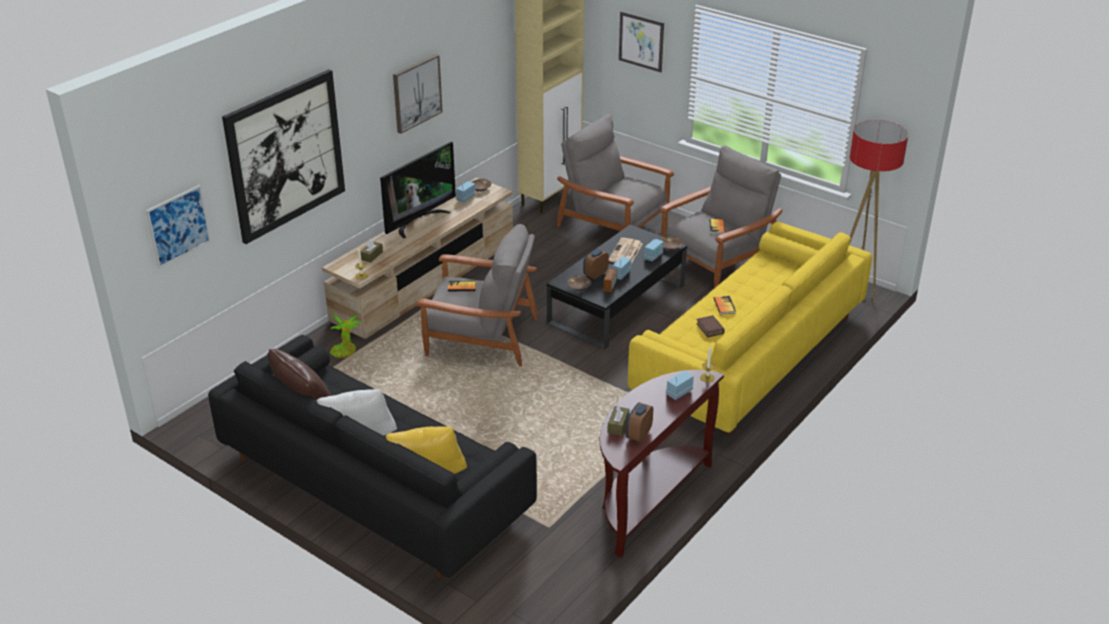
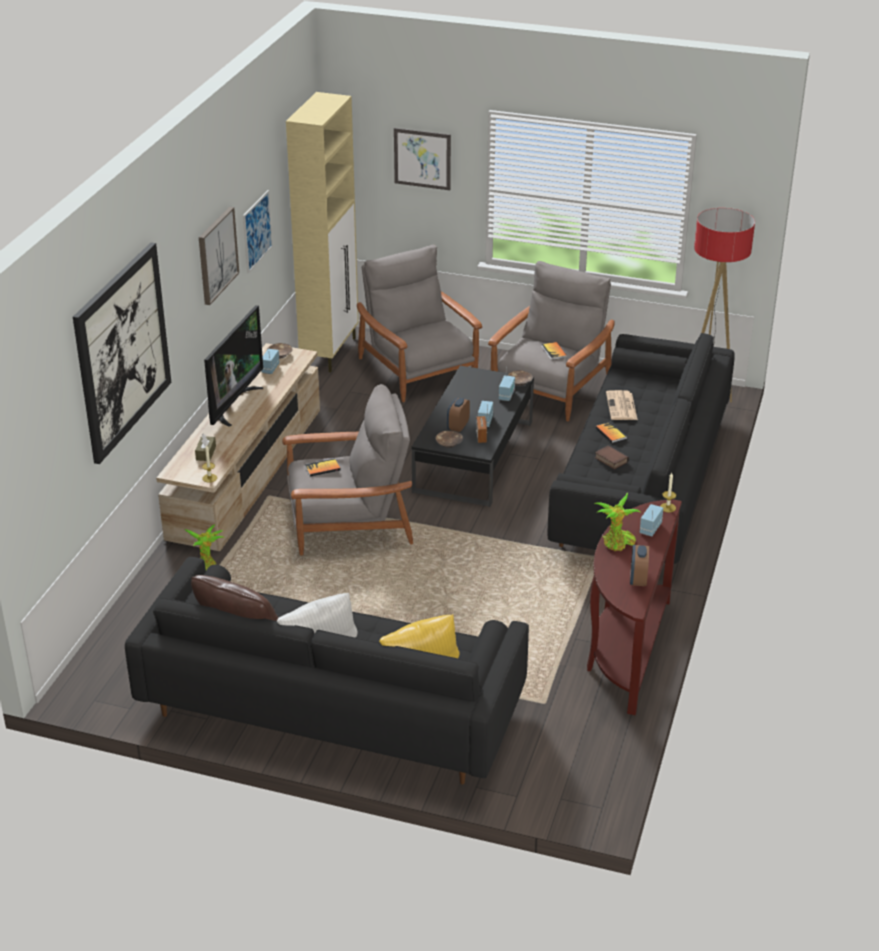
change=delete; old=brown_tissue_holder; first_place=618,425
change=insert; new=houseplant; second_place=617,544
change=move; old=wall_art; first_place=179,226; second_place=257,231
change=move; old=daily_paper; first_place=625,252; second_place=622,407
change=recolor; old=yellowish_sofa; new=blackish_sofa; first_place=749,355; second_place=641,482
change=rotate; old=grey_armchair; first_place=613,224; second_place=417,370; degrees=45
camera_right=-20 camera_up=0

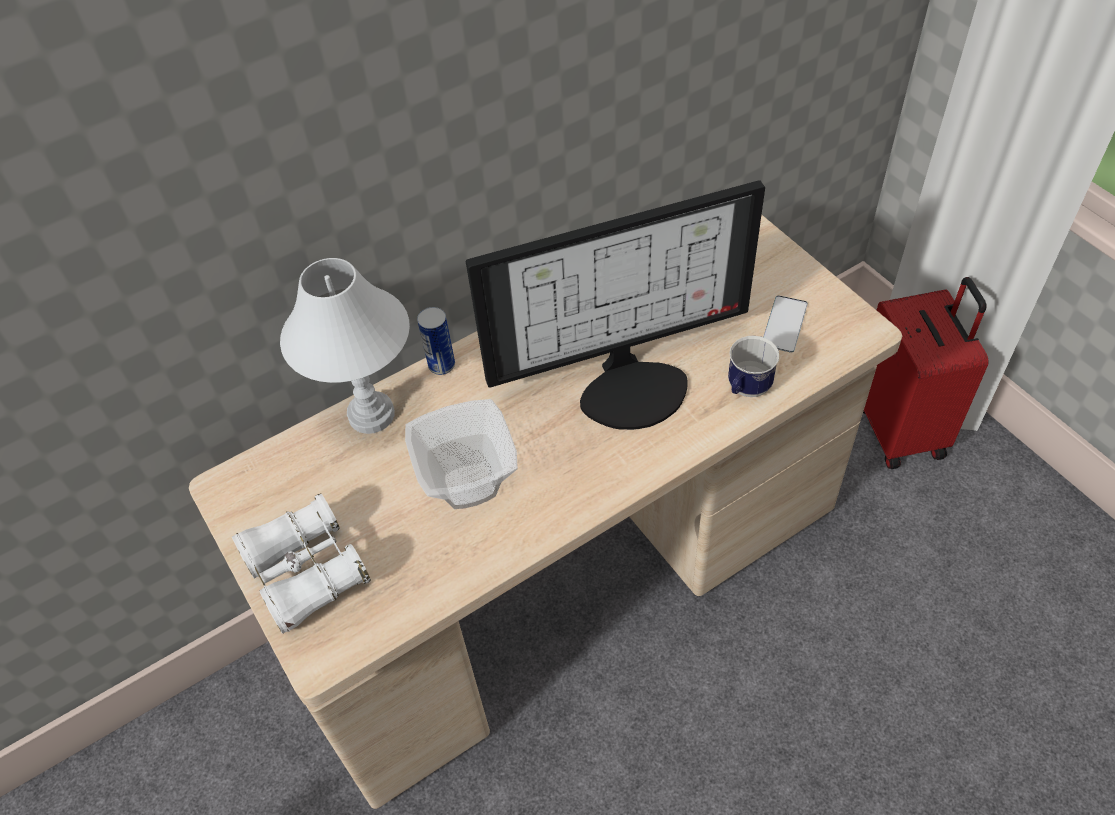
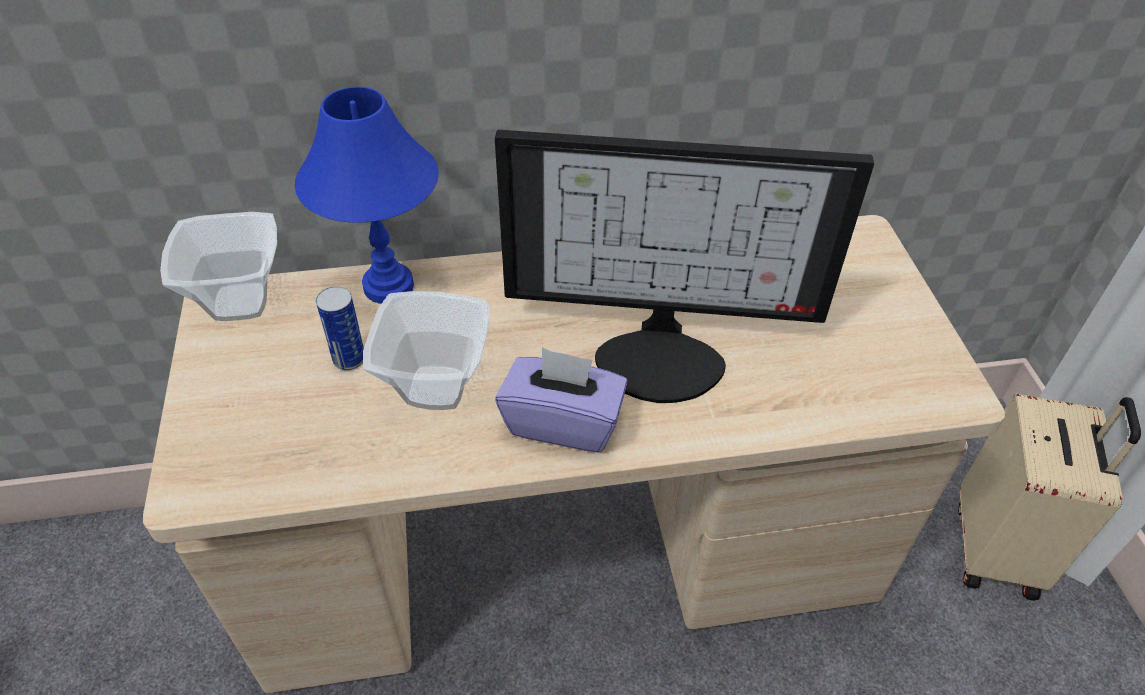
change=delete; old=whitish_pair_of_binoculars; first_place=306,572
change=delete; old=coffee_mug; first_place=745,390
change=delete; old=telephone; first_place=784,324
change=insert; new=serving_bowl; second_place=239,301
change=insert; new=purple-coloured_tissue_holder; second_place=563,422
change=move; old=sealed_can; first_place=441,365; second_place=349,359
change=recolor; old=whitish_tabletop_lamp; new=bluish_tabletop_lamp; first_place=371,415; second_place=388,287
change=recolor; old=reddish_travel_case; new=beige-coloured_travel_case; first_place=901,429; second_place=998,549
camera_right=20 camera_up=-5

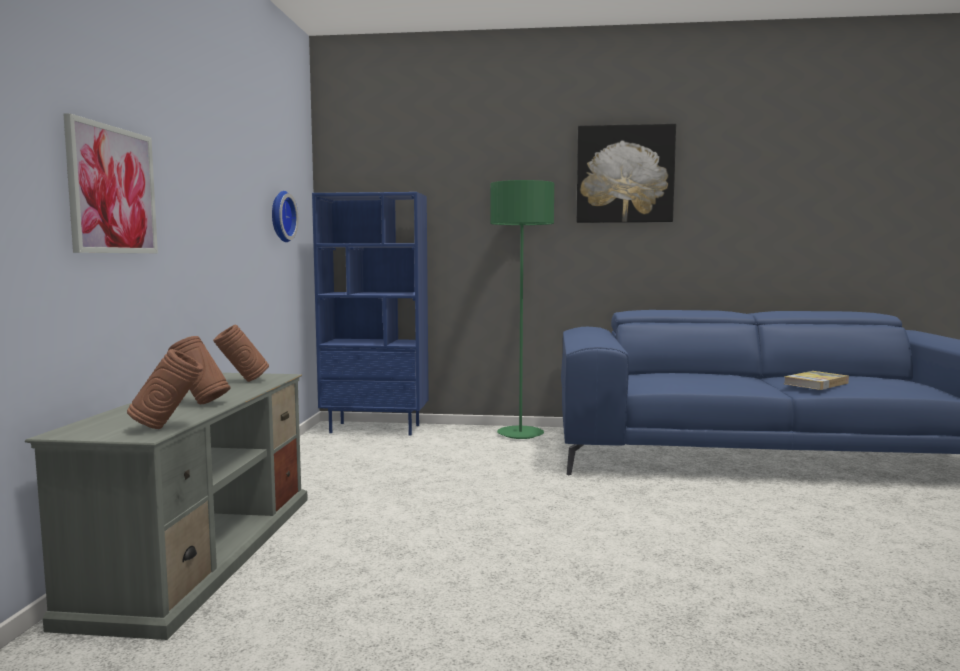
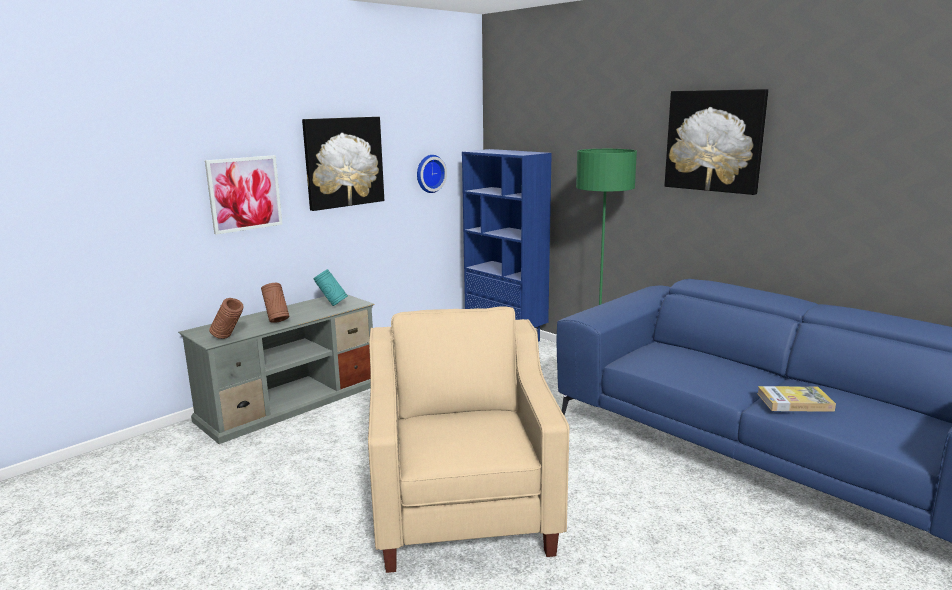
change=insert; new=wall_art; second_place=343,162
change=insert; new=beige-coloured_armchair; second_place=463,508
change=recolor; old=brown_decorative_vase; new=turquoise-coloured_decorative_vase; first_place=242,381; second_place=331,305
camera_right=40 camera_up=10

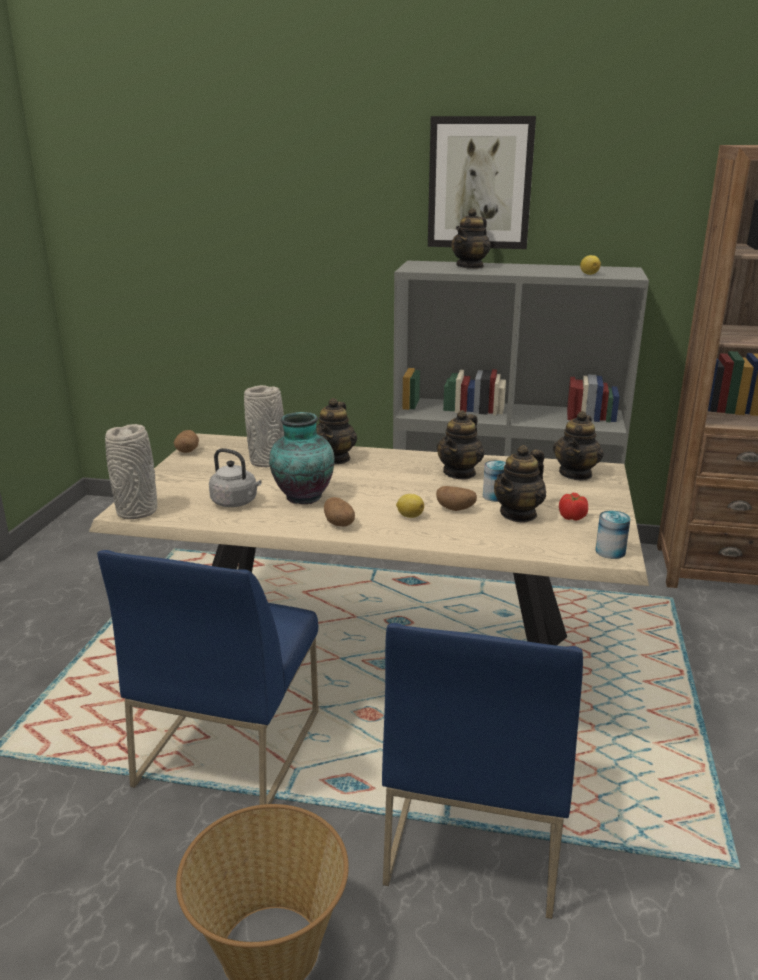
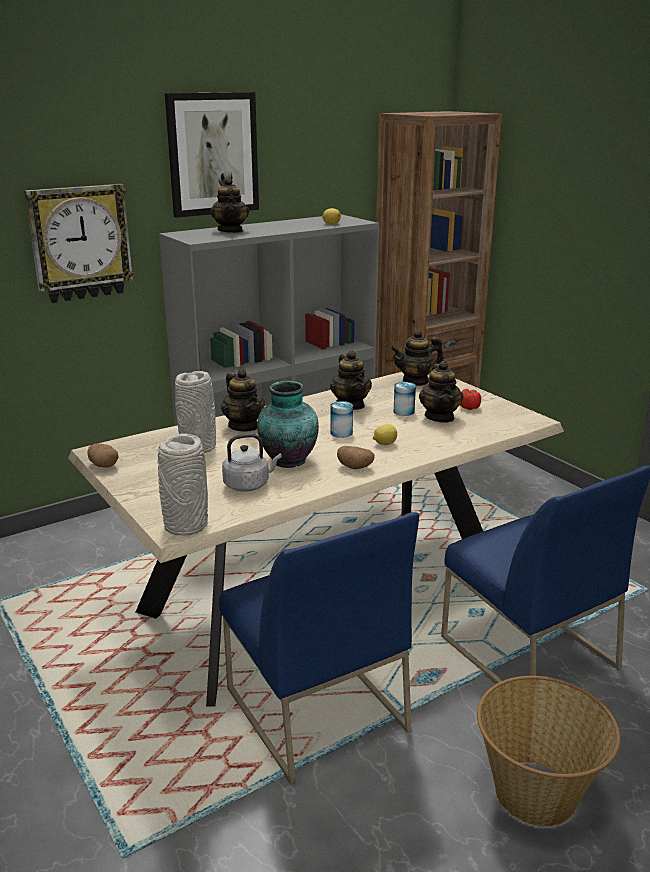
change=delete; old=spud; first_place=456,509
change=insert; new=clock_on_the_wall; second_place=80,243
change=move; old=sealed_can; first_place=610,551; second_place=341,433
change=rotate; old=pot_for_tea; first_place=576,474; second_place=416,381; degrees=90
camera_right=-45 camera_up=0

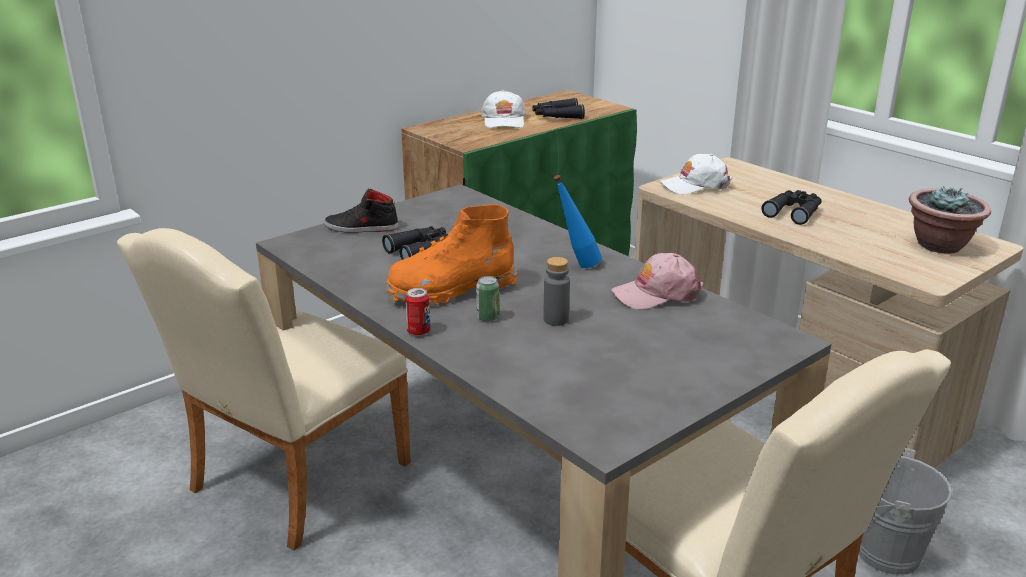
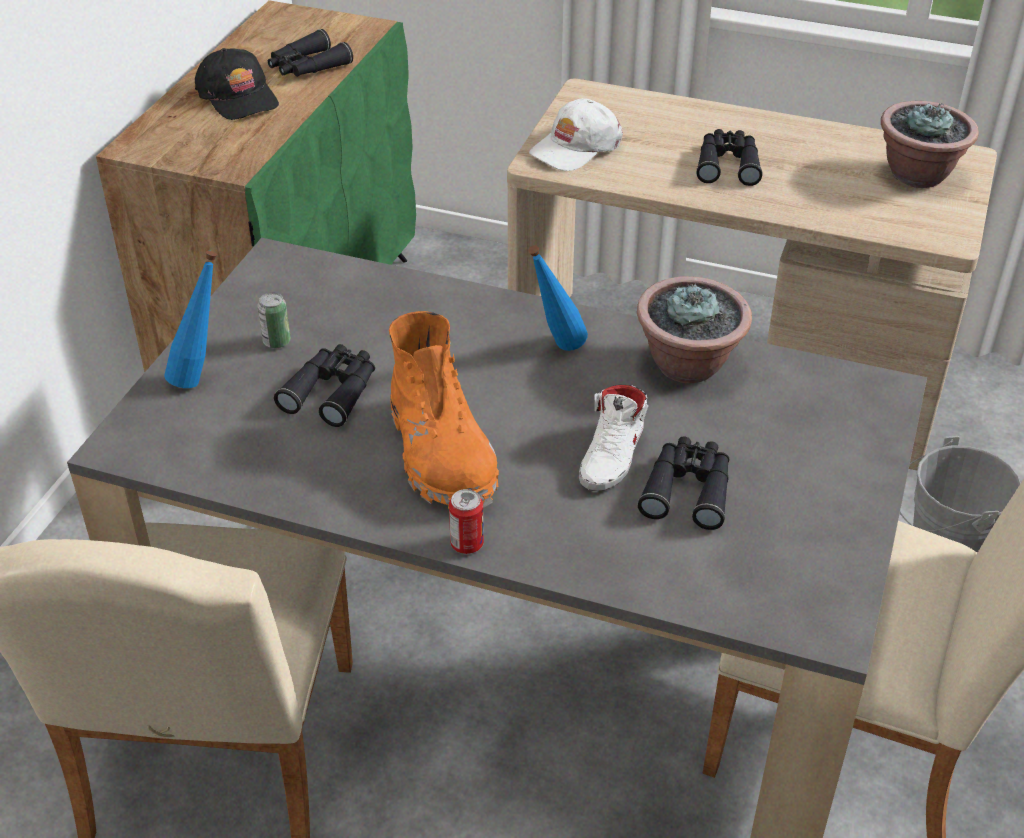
change=insert; new=blackish_pair_of_binoculars; second_place=688,489
change=move; old=sealed_can; first_place=488,318; second_place=277,342
change=replace; old=blackish_low_shoe; new=bluish_bottle; first_place=361,228; second_place=201,376
change=replace; old=grey_bottle; new=whitish_low_shoe; first_place=556,320; second_place=613,455
change=replace; old=pink_cap; new=houseplant; first_place=656,294; second_place=688,365
change=recolor; old=whitish_cap; new=blackish_cap; first_place=504,120; second_place=238,96
change=rotate; old=orange-coloured_high-top_boot; first_place=451,291; second_place=441,454; degrees=-60
camera_right=-30 camera_up=15

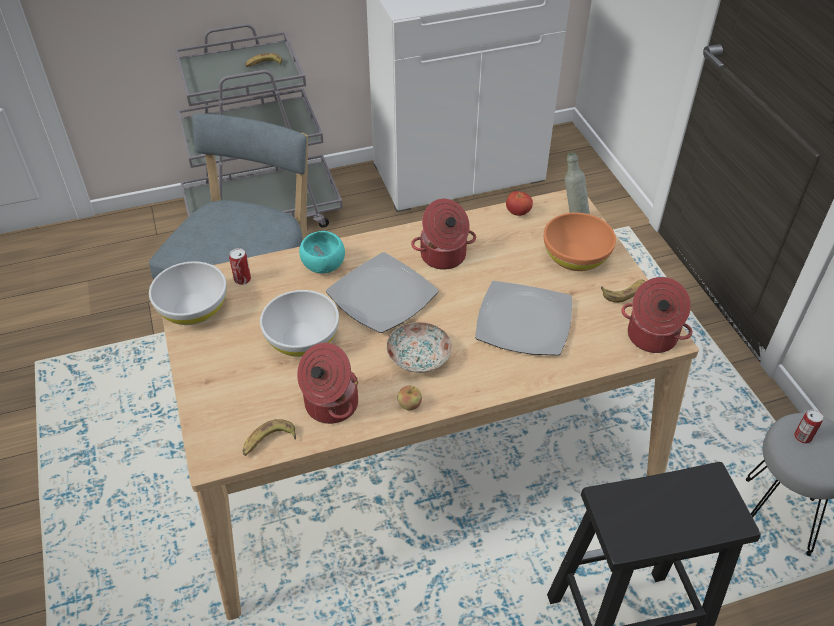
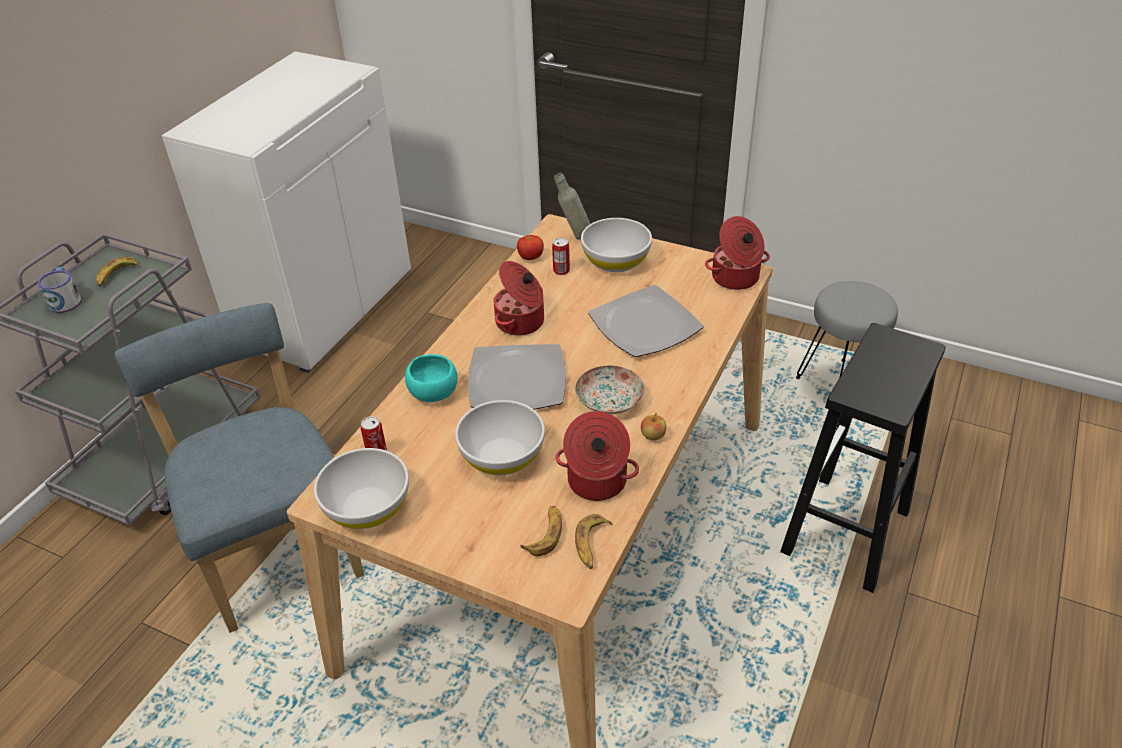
change=insert; new=coffee_mug; second_place=66,299
change=move; old=banana; first_place=624,292; second_place=545,534
change=move; old=sealed_can; first_place=802,437; second_place=561,271
change=recolor; old=orange-coloured_serving_bowl; new=whitish_serving_bowl; first_place=575,258; second_place=616,261
camera_right=-45 camera_up=-5

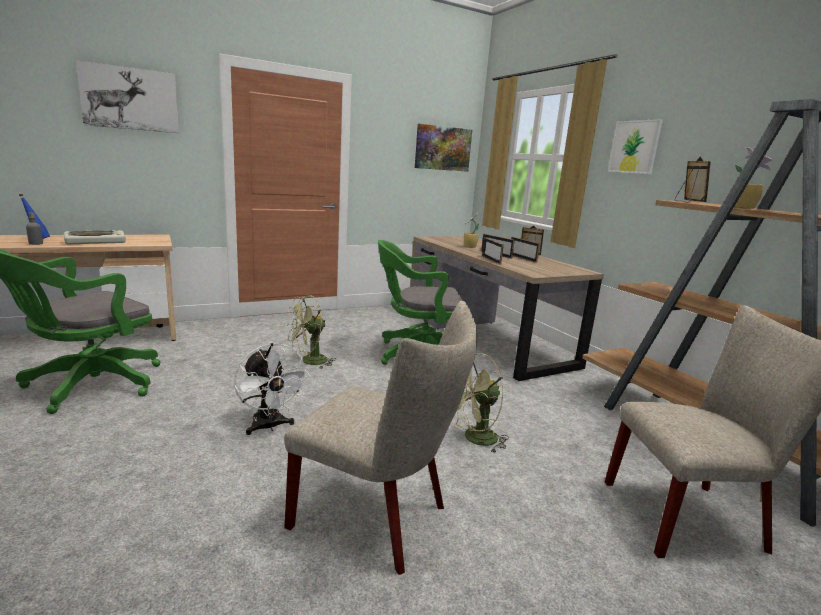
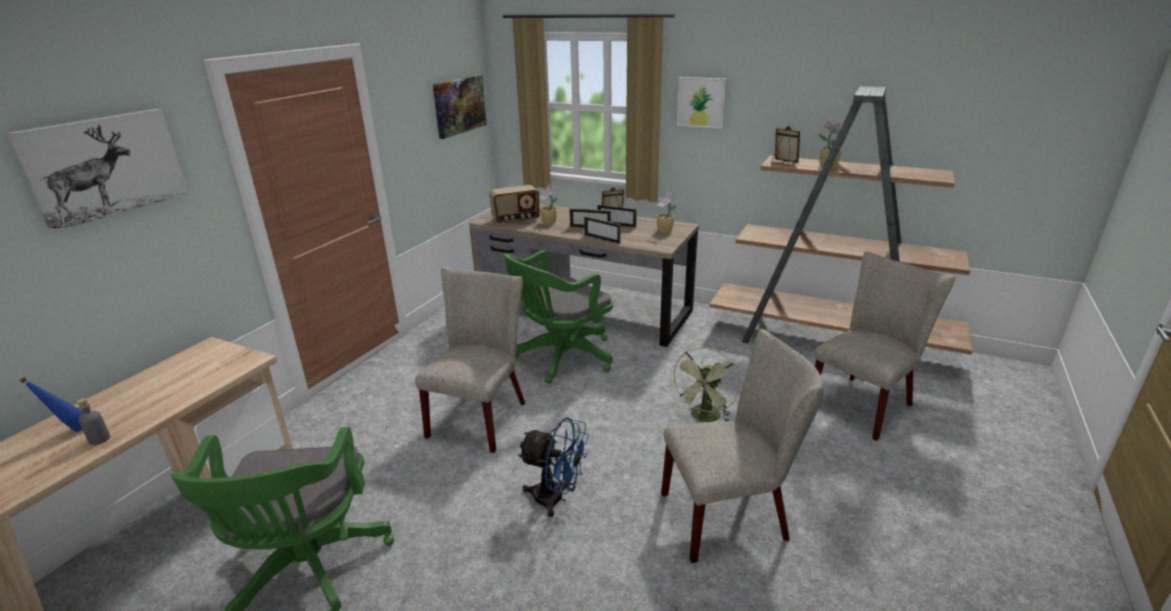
change=delete; old=keyboard; first_place=96,242
change=insert; new=radio; second_place=516,219
change=insert; new=houseplant; second_place=664,231
change=replace; old=green_fan; new=beige-coloured_chair; first_place=309,362; second_place=481,416
change=recolor; old=whitish_fan; new=bluish_fan; first_place=269,427; second_place=556,498
camera_right=-35 camera_up=10

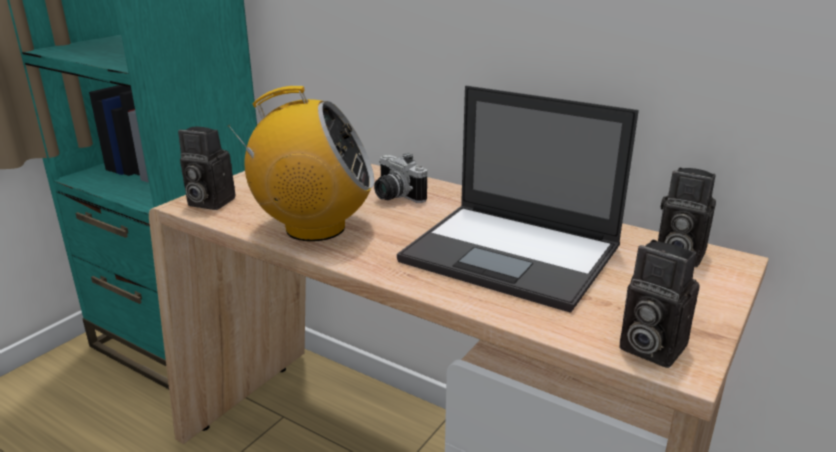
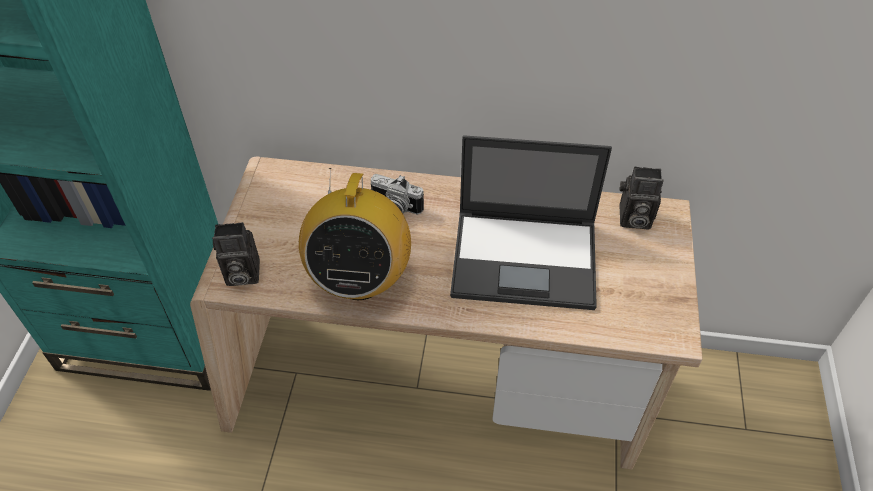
change=delete; old=still_camera; first_place=647,347
change=rotate; old=radio; first_place=314,228; second_place=359,279; degrees=120
camera_right=-25 camera_up=25

